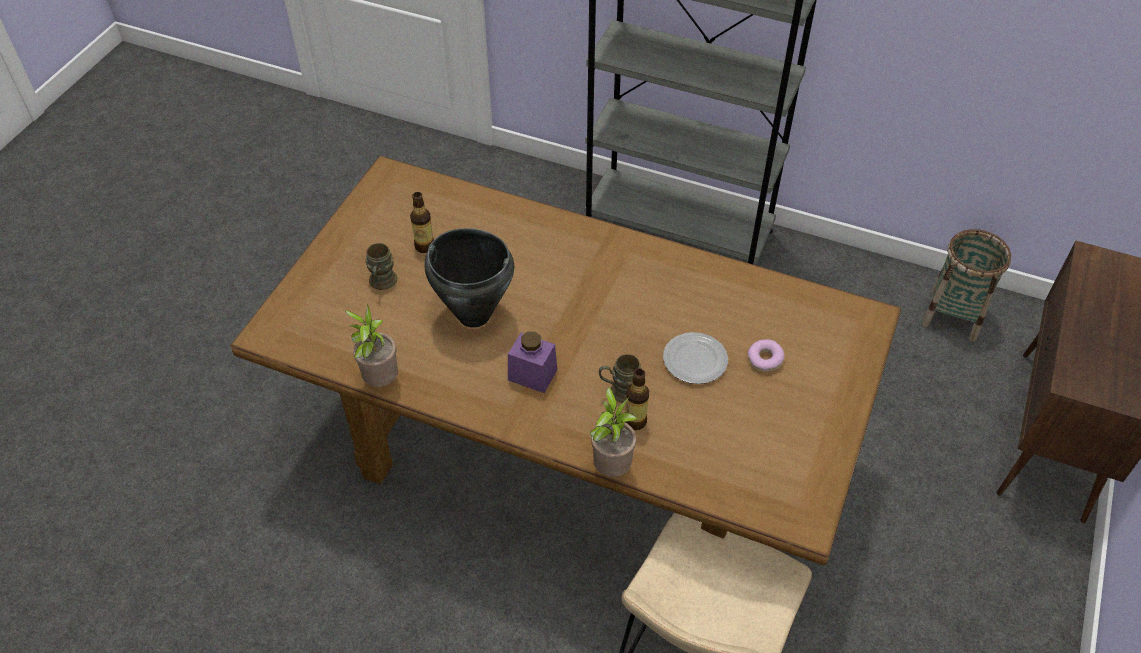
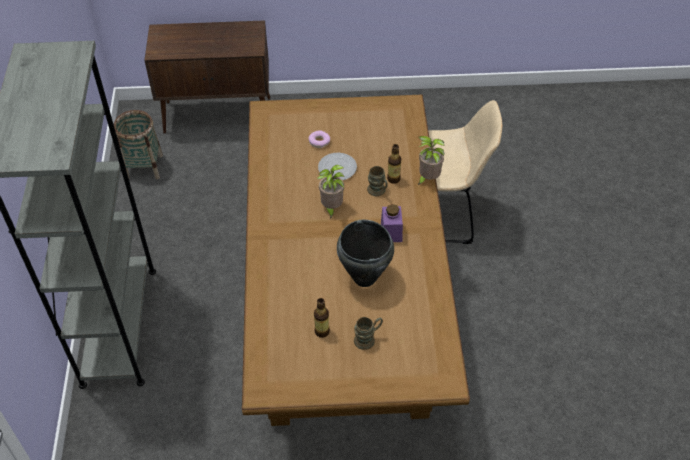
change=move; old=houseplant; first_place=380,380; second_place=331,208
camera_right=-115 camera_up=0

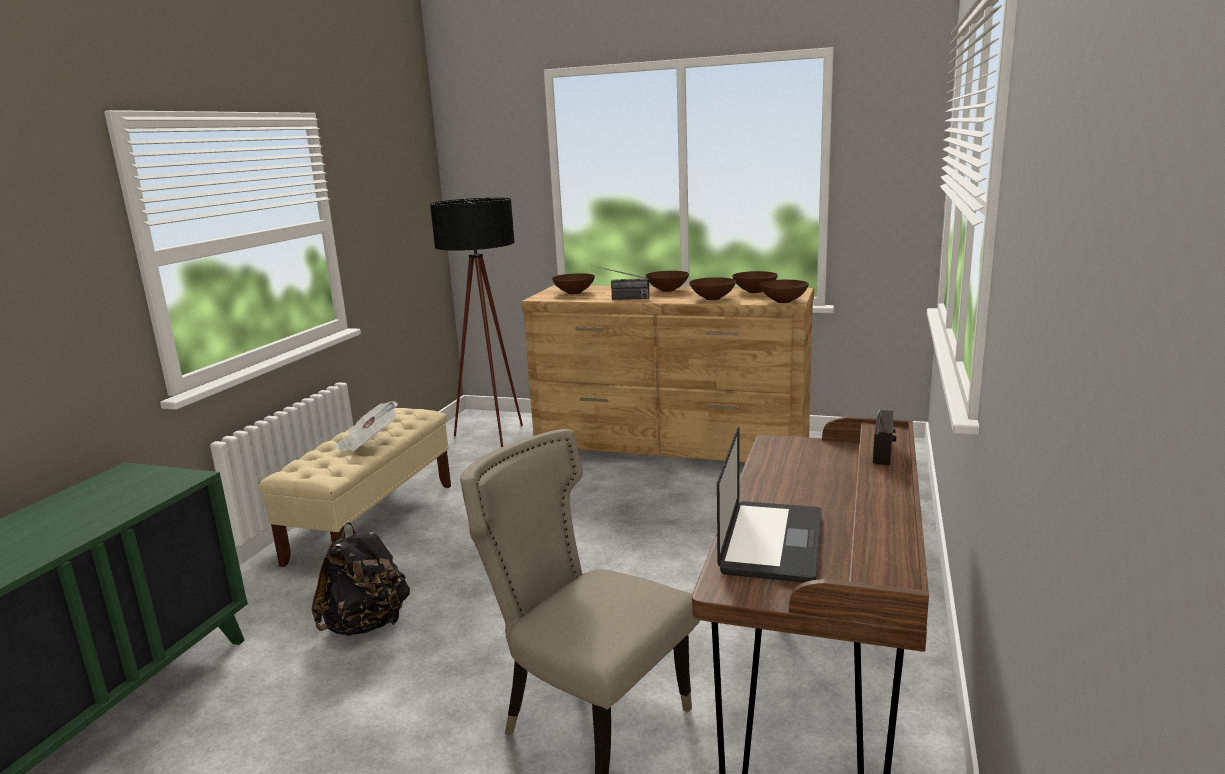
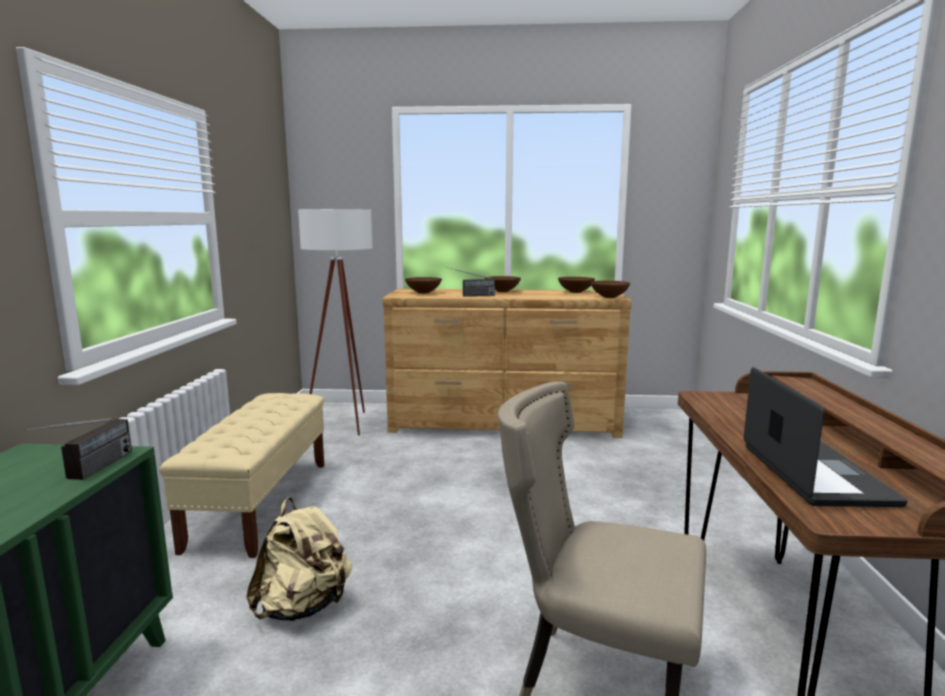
change=delete; old=daily_paper; first_place=368,443
change=delete; old=brown_serving_bowl; first_place=712,298
change=move; old=radio; first_place=884,459; second_place=89,472
change=recolor; old=blackish_rucksack; new=beige-coloured_rucksack; first_place=367,625; second_place=303,607
change=recolor; old=blackish_standing_lamp; new=whitish_standing_lamp; first_place=494,441; second_place=345,426
camera_right=-15 camera_up=-5

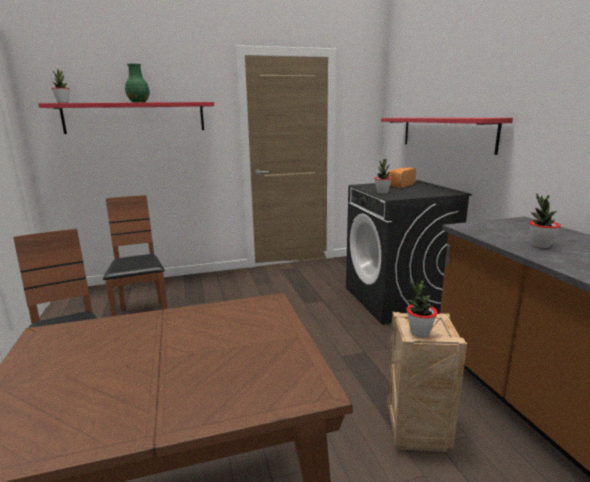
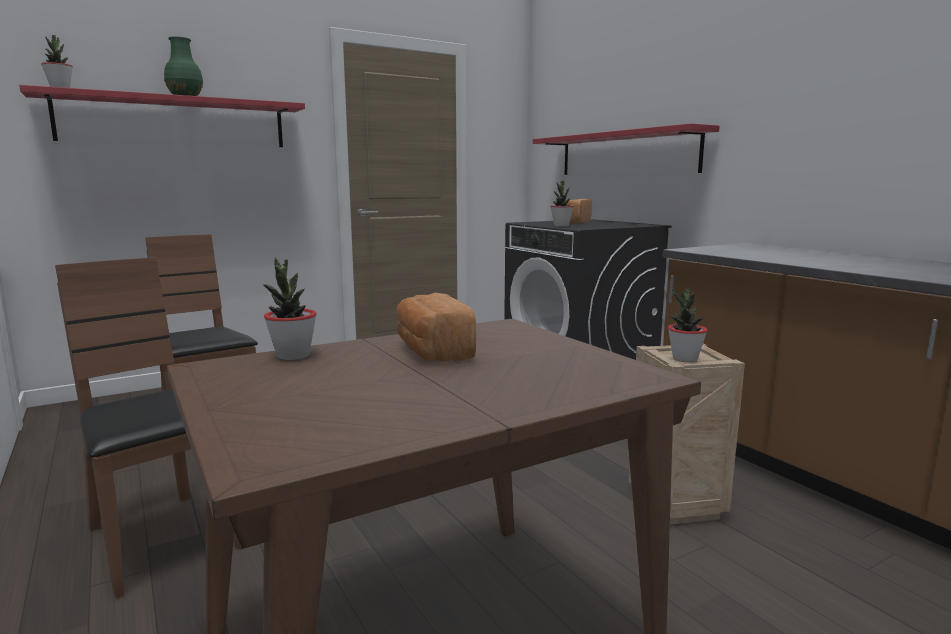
change=insert; new=bakery_bread; second_place=432,352
change=move; old=houseplant; first_place=540,245; second_place=293,356
camera_right=-15 camera_up=-5

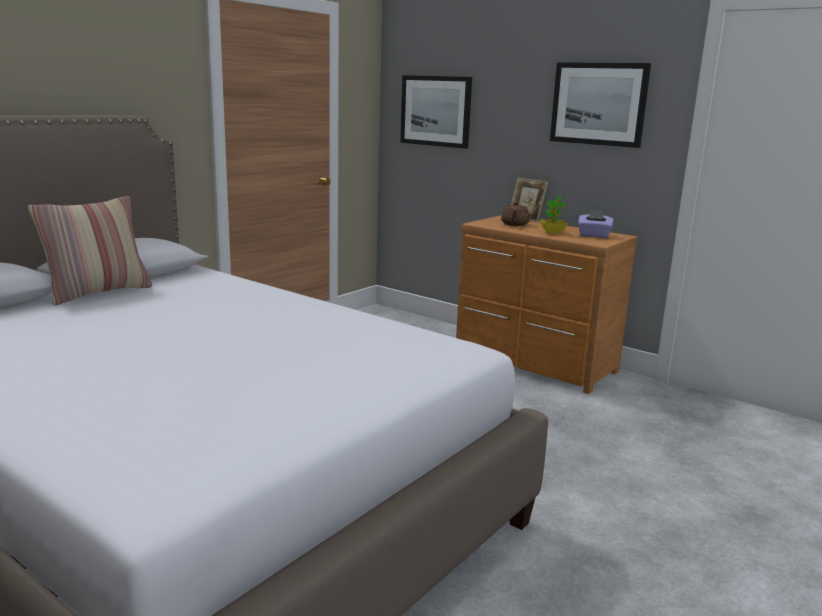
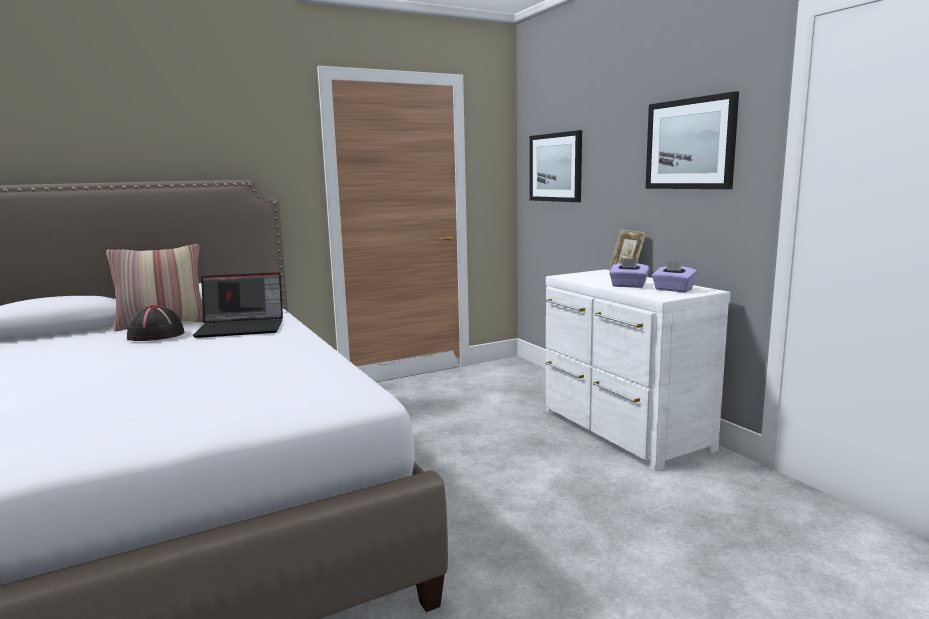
change=delete; old=brown_pot_for_tea; first_place=514,224
change=insert; new=blackish_wearable_hat; second_place=155,335
change=insert; new=notebook_computer; second_place=242,328
change=replace; old=houseplant; new=purple-coloured_tissue_holder; first_place=552,233; second_place=628,286
change=recolor; old=brown_drawer_chest; new=whitish_drawer_chest; first_place=534,364; second_place=622,430
camera_right=25 camera_up=-5

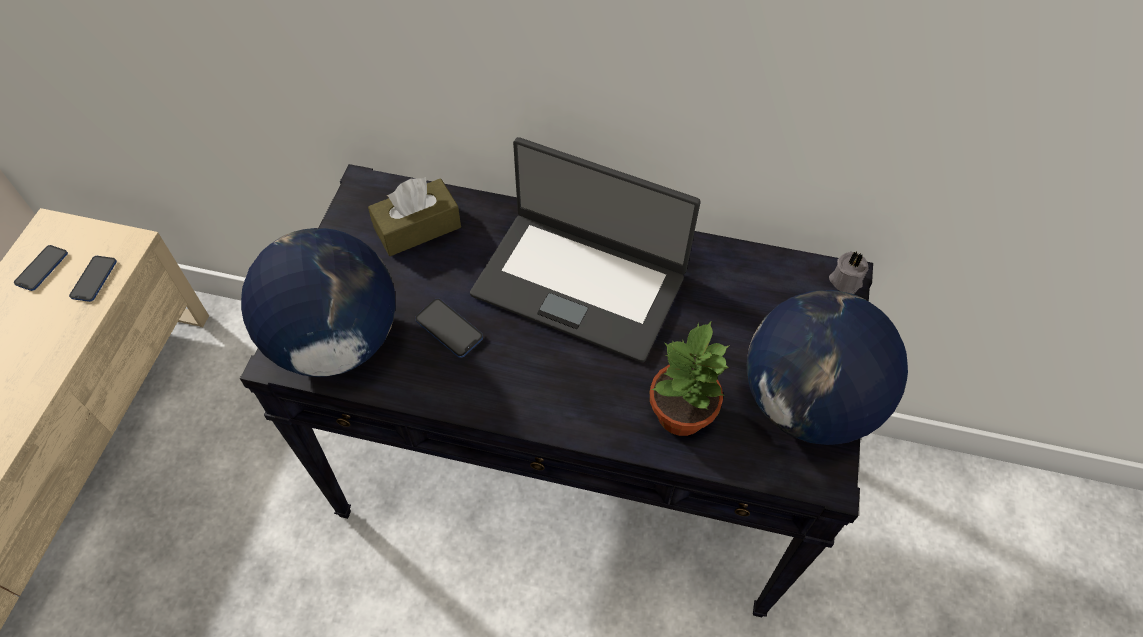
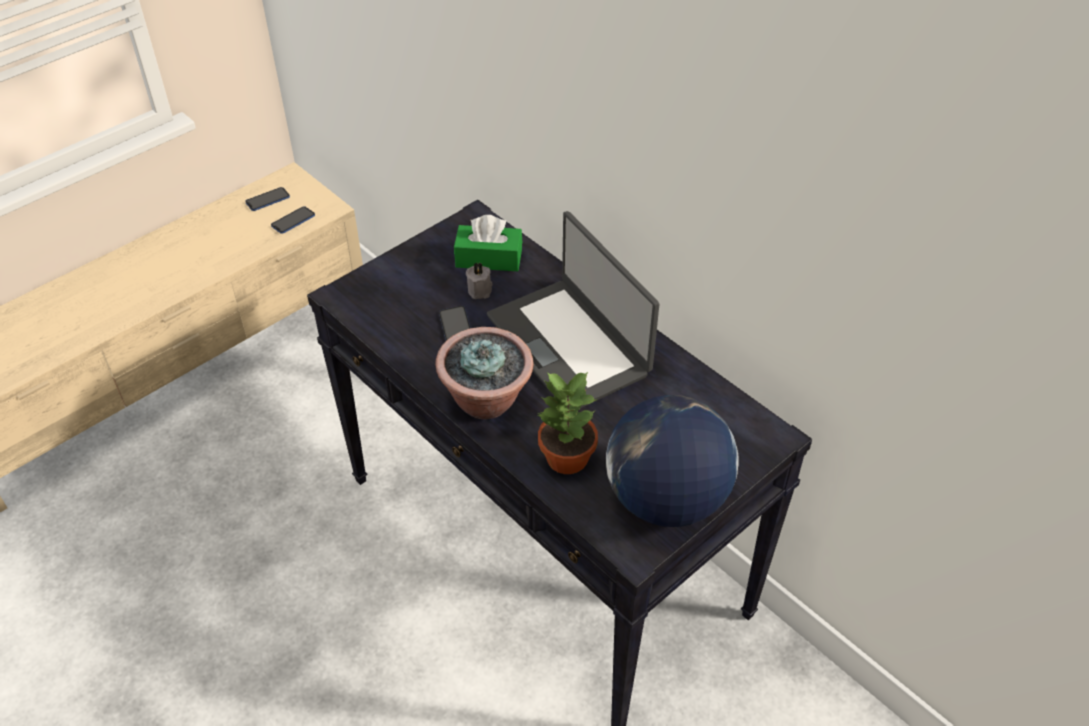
change=delete; old=desk_globe; first_place=335,341
change=insert; new=houseplant; second_place=486,400
change=move; old=grey_wax_light; first_place=845,280; second_place=480,290
change=recolor; old=brown_tissue_holder; new=green_tissue_holder; first_place=417,228; second_place=489,258
camera_right=35 camera_up=-10

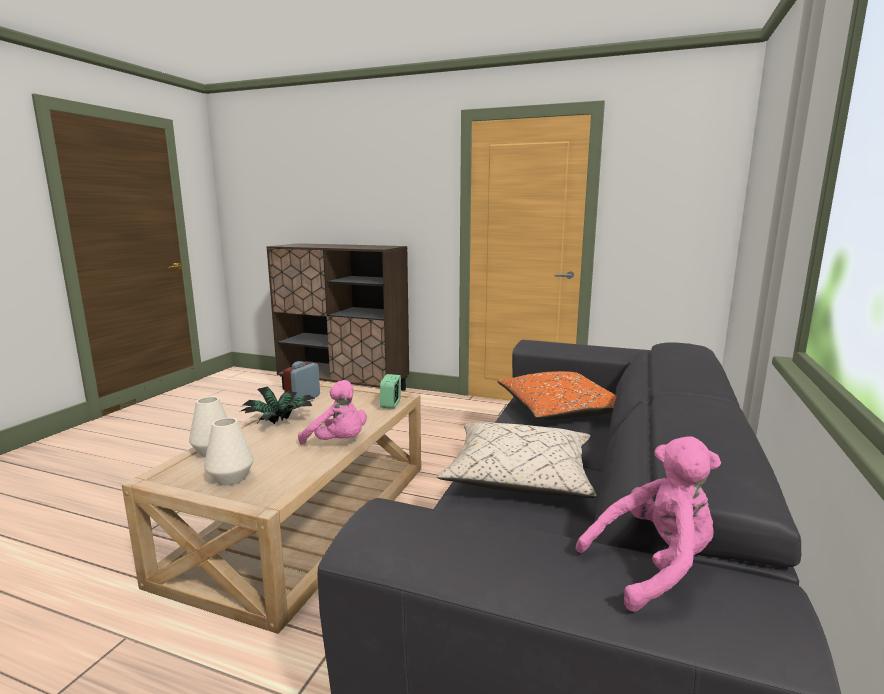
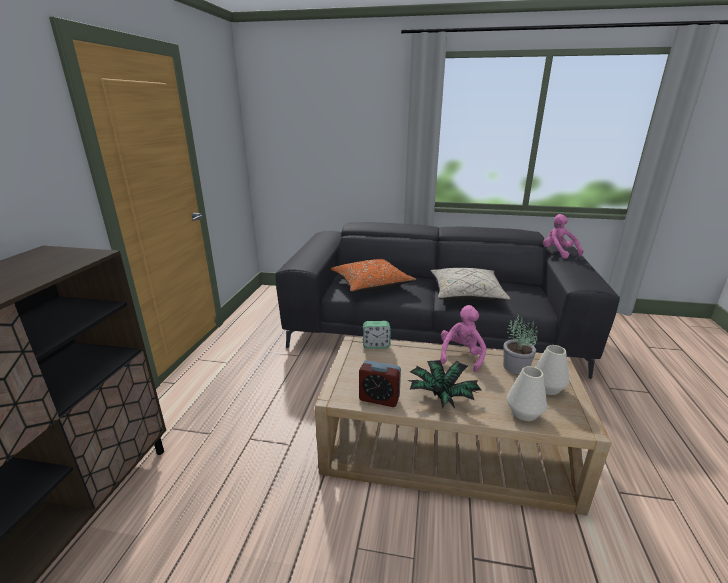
change=insert; new=houseplant; second_place=515,366
camera_right=-100 camera_up=10

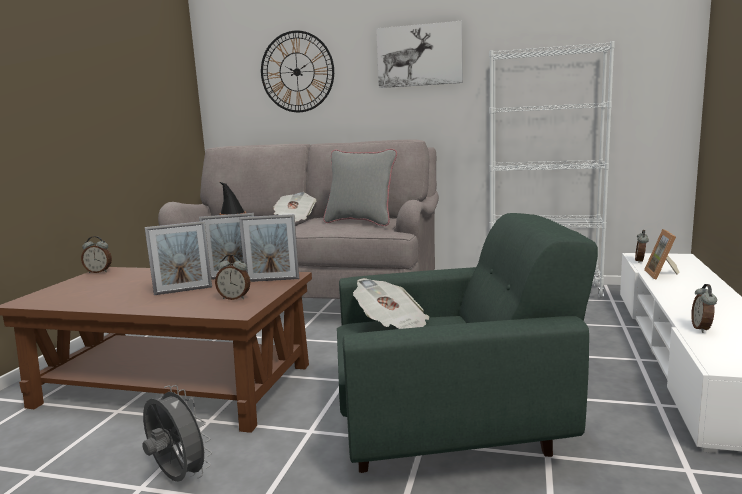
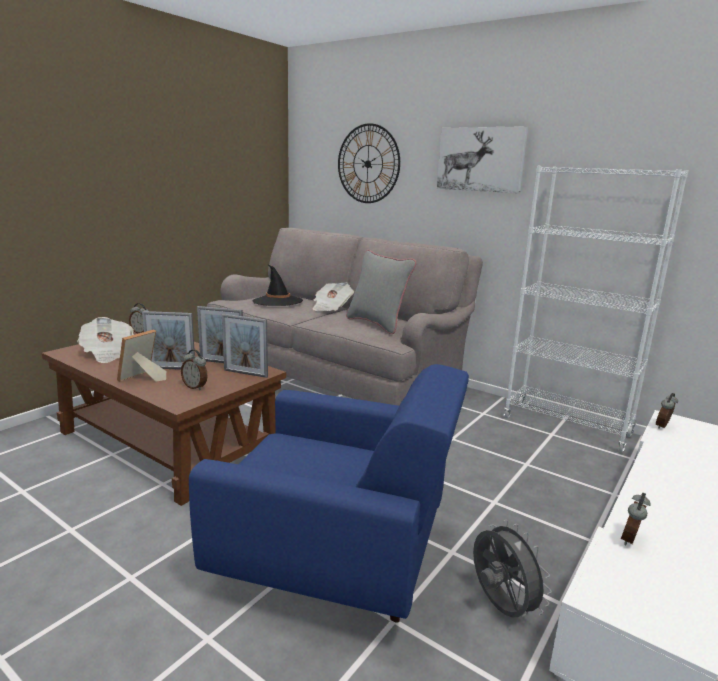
change=move; old=grey_fan; first_place=177,478; second_place=500,607
change=move; old=daily_paper; first_place=393,326; second_place=108,353
change=move; old=picture_frame; first_place=662,275; second_place=142,378
change=recolor; old=green_armchair; new=bluish_armchair; first_place=452,428; second_place=336,557
camera_right=20 camera_up=5

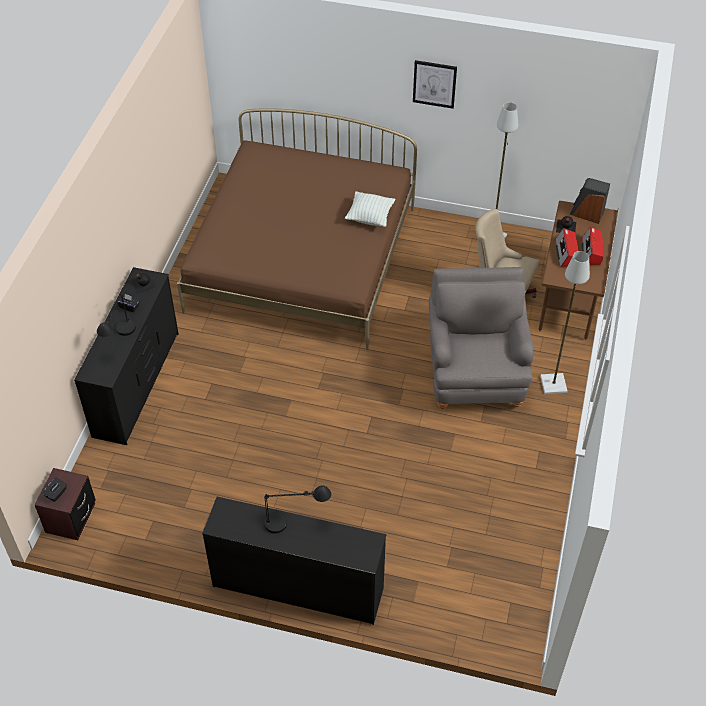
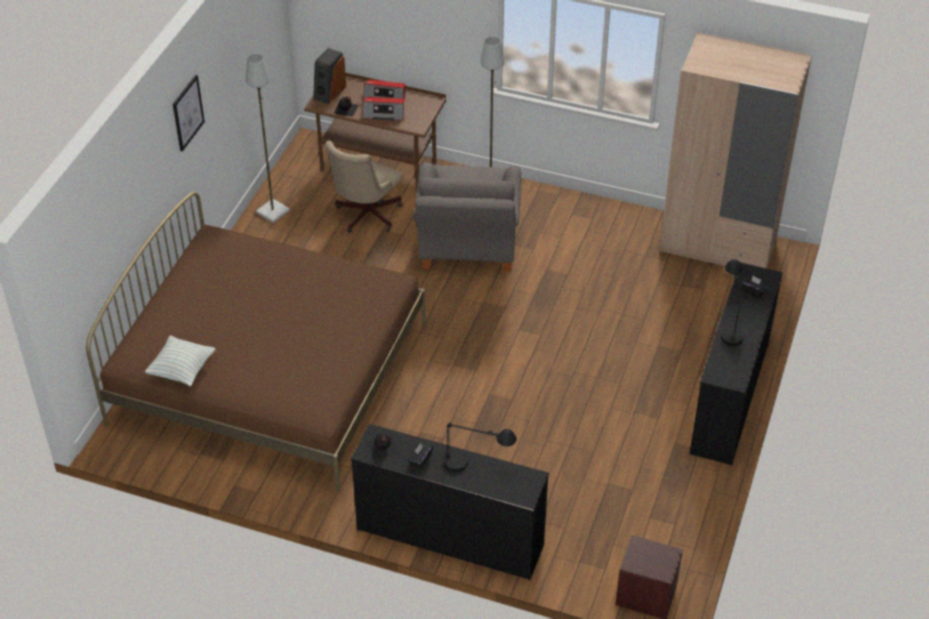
change=insert; new=beige-coloured_clothes_cupboard; second_place=718,246
change=move; old=blackish_tissue_holder; first_place=56,493; second_place=753,291
change=move; old=pillow; first_place=370,217; second_place=182,370
change=rotate; old=grey_armchair; first_place=475,372; second_place=468,246; degrees=-90
camera_right=-85 camera_up=-5

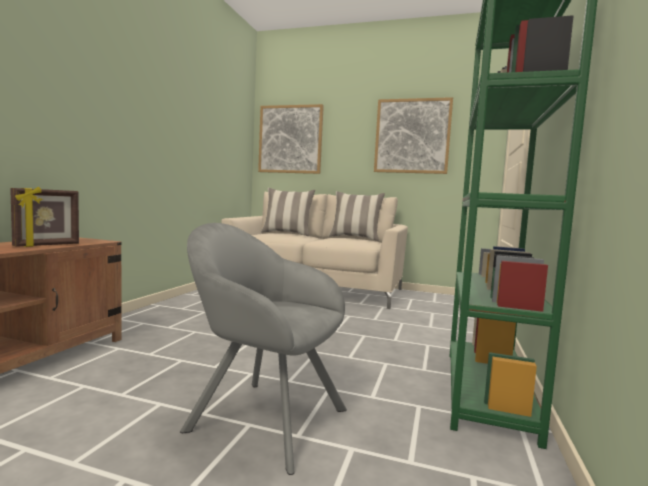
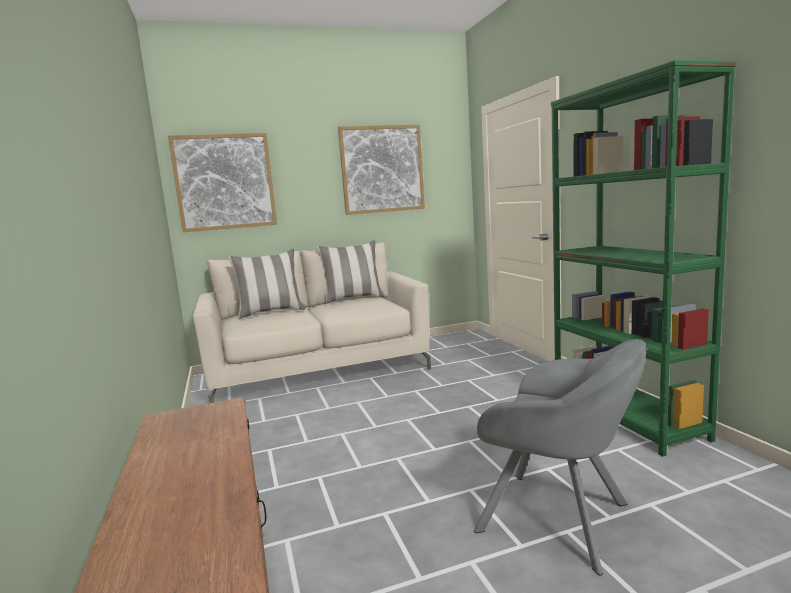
change=delete; old=picture_frame; first_place=47,245
change=rotate; old=grey_armchair; first_place=261,417; second_place=561,520; degrees=-135
camera_right=-35 camera_up=5

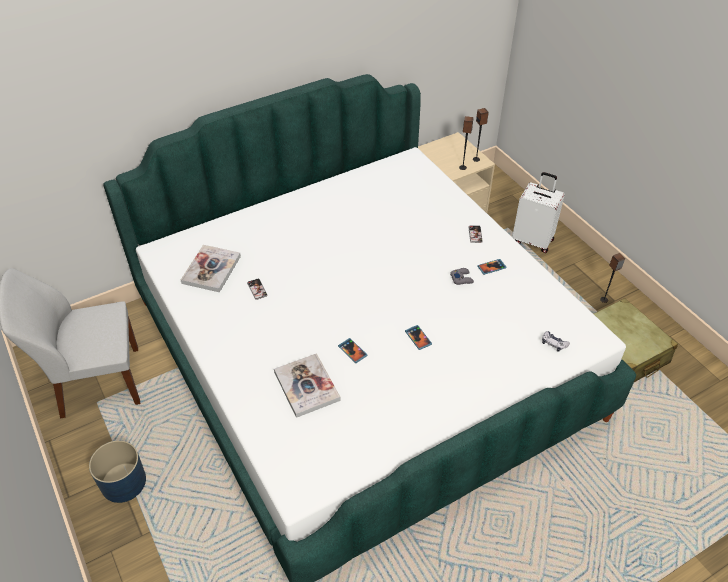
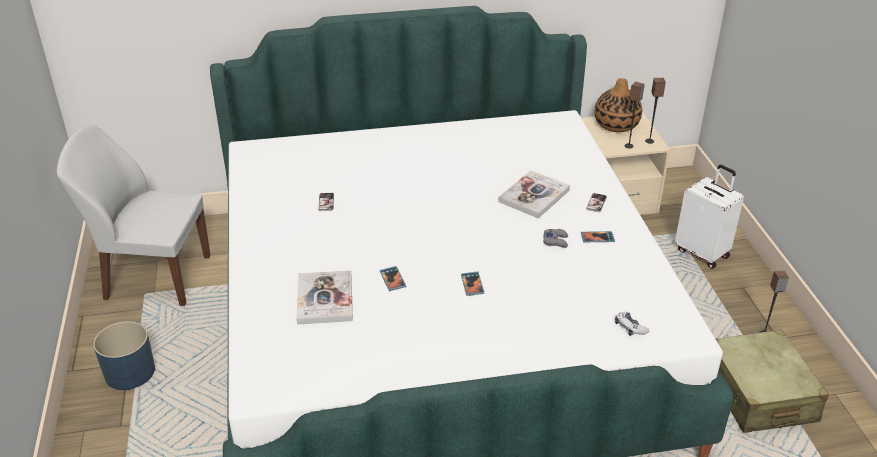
change=insert; new=decorative_vase; second_place=616,125
change=move; old=volume; first_place=211,269; second_place=534,196
camera_right=20 camera_up=-10

